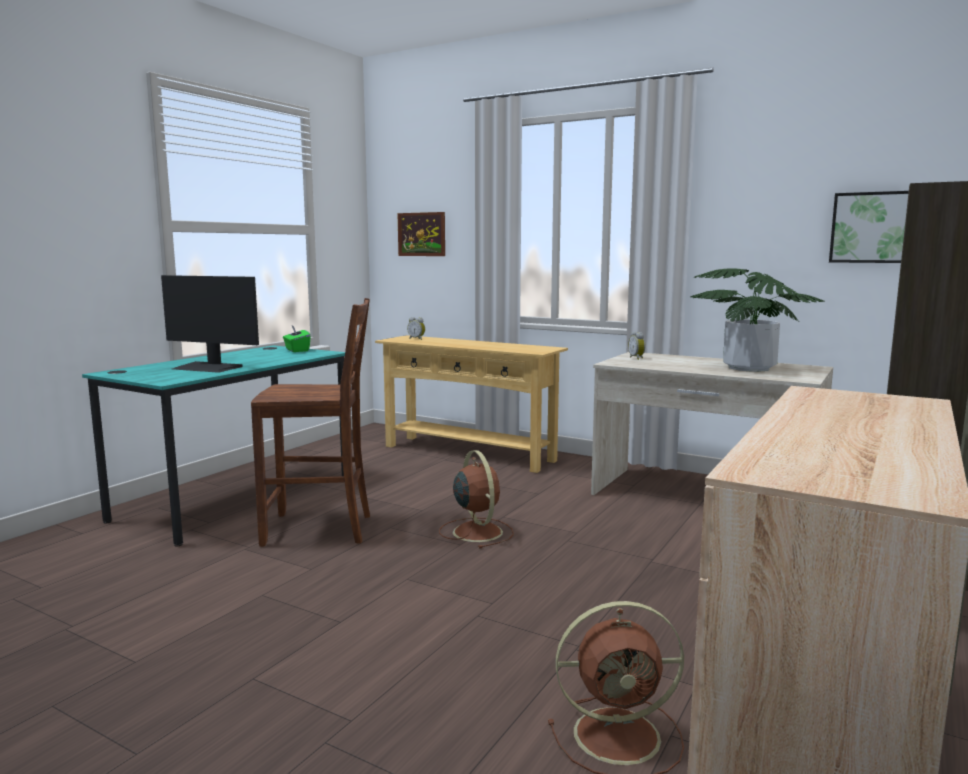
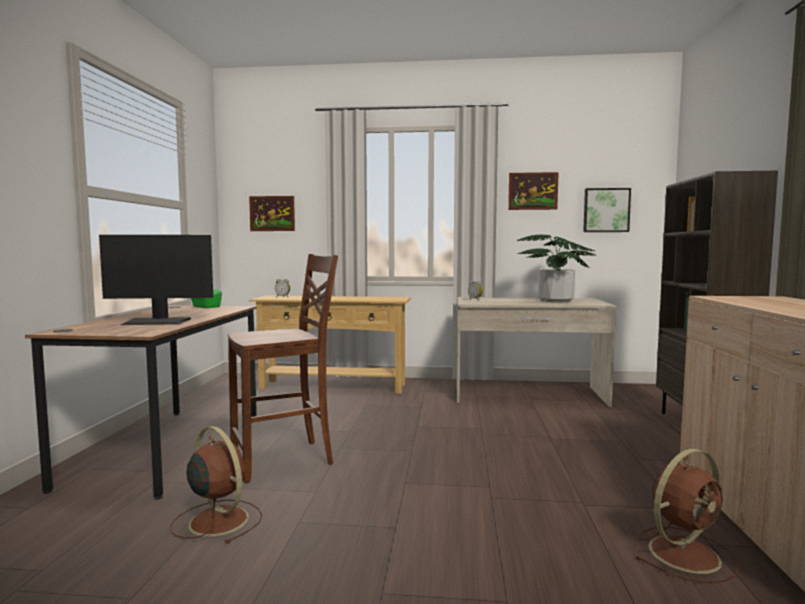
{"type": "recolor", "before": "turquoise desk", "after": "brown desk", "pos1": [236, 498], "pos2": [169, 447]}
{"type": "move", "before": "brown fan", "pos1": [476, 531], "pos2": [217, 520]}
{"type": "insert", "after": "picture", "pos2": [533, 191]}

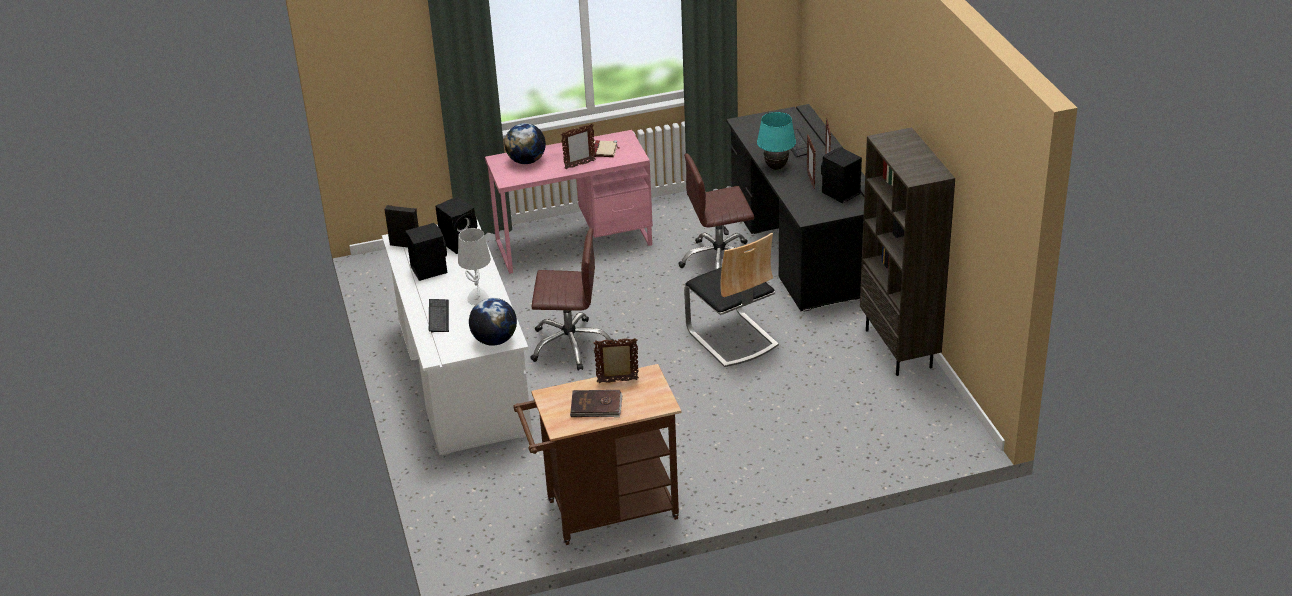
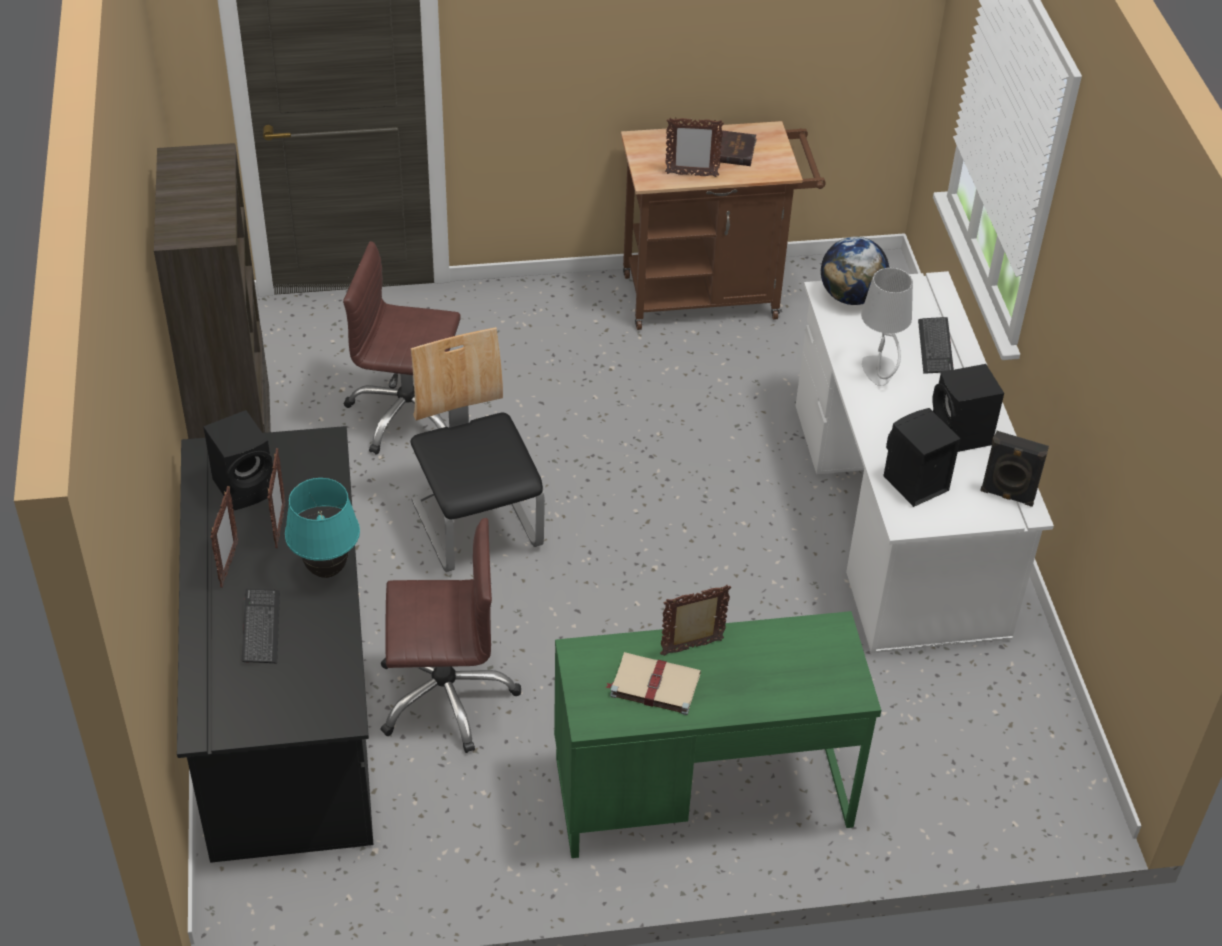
{"type": "move", "before": "brown office chair", "pos1": [570, 344], "pos2": [408, 414]}
{"type": "recolor", "before": "pink desk", "after": "green desk", "pos1": [574, 243], "pos2": [702, 791]}
{"type": "delete", "before": "globe", "pos1": [526, 161]}

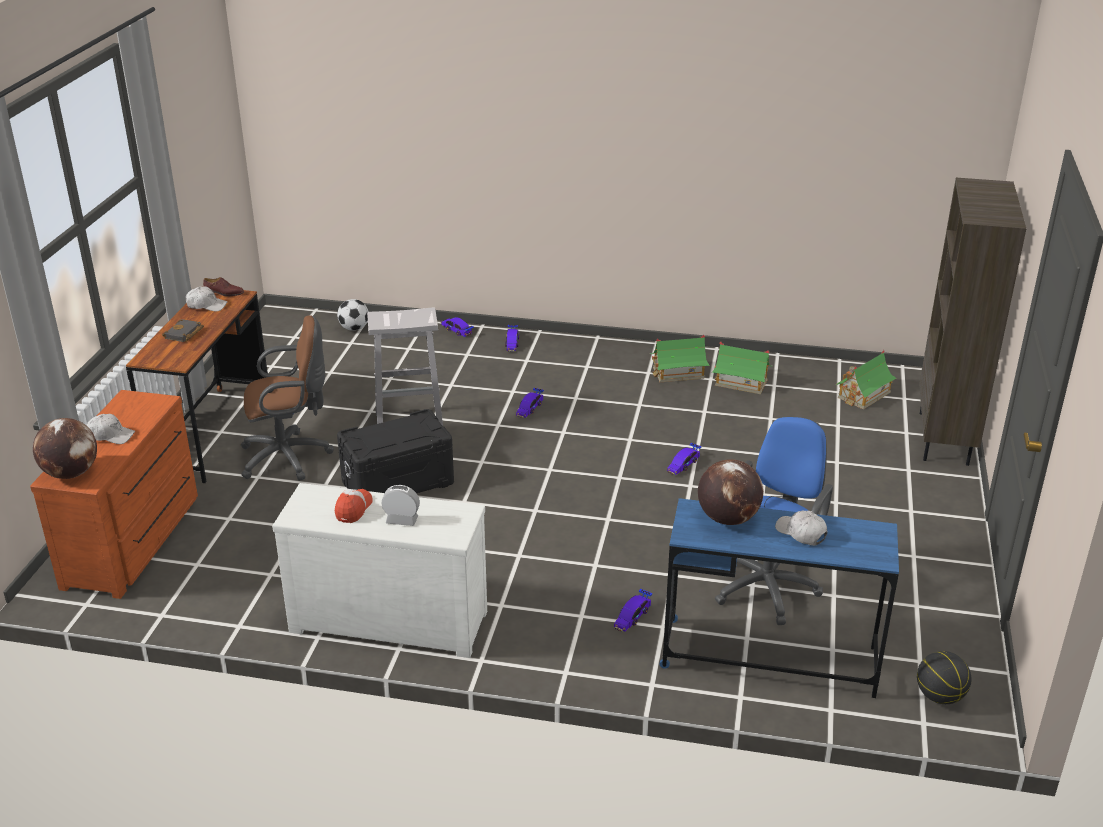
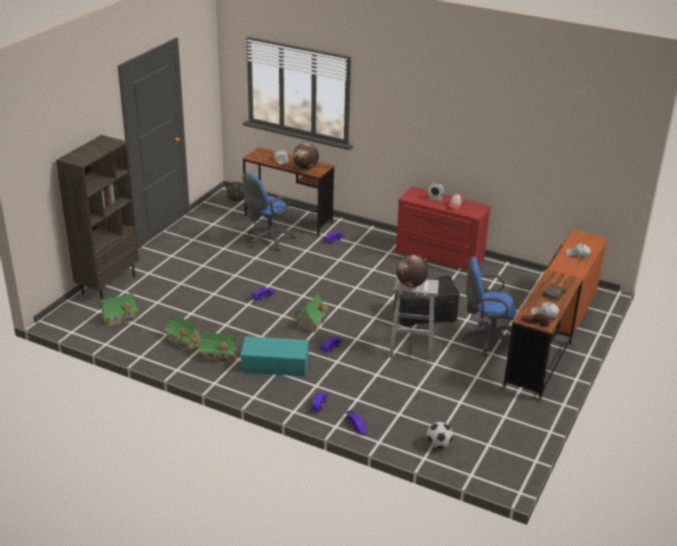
{"type": "insert", "after": "turquoise storage box", "pos2": [274, 365]}
{"type": "recolor", "before": "blue desk", "after": "brown desk", "pos1": [769, 657], "pos2": [288, 219]}
{"type": "insert", "after": "toy house", "pos2": [311, 321]}
{"type": "recolor", "before": "white dresser", "after": "red dresser", "pos1": [390, 618], "pos2": [439, 255]}
{"type": "move", "before": "globe", "pos1": [71, 473], "pos2": [411, 284]}
{"type": "recolor", "before": "brown office chair", "after": "blue office chair", "pos1": [290, 457], "pos2": [487, 340]}

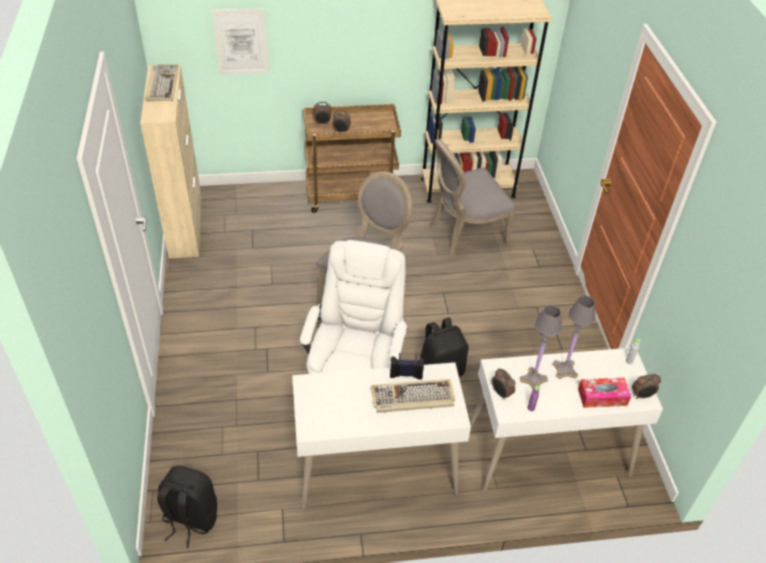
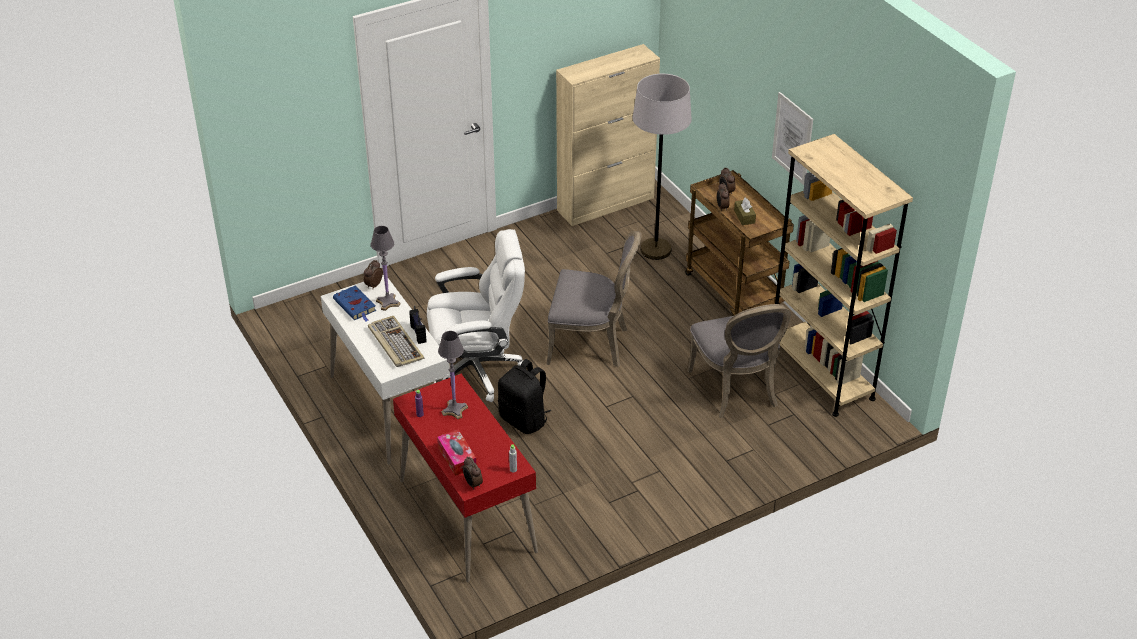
{"type": "insert", "after": "blue book", "pos2": [355, 306]}
{"type": "move", "before": "alarm clock", "pos1": [501, 393], "pos2": [373, 285]}
{"type": "move", "before": "grey table lamp", "pos1": [564, 369], "pos2": [388, 302]}
{"type": "recolor", "before": "white desk", "after": "red desk", "pos1": [548, 451], "pos2": [466, 516]}
{"type": "insert", "after": "grey floor lamp", "pos2": [656, 250]}
{"type": "rotate", "before": "grey chair", "pos1": [464, 234], "pos2": [737, 390], "turn": -150}
{"type": "insert", "after": "brown tissue box", "pos2": [744, 216]}
{"type": "move", "before": "picture", "pos1": [241, 41], "pos2": [792, 138]}
{"type": "delete", "before": "keyboard", "pos1": [162, 84]}
{"type": "delete", "before": "black backpack", "pos1": [190, 519]}

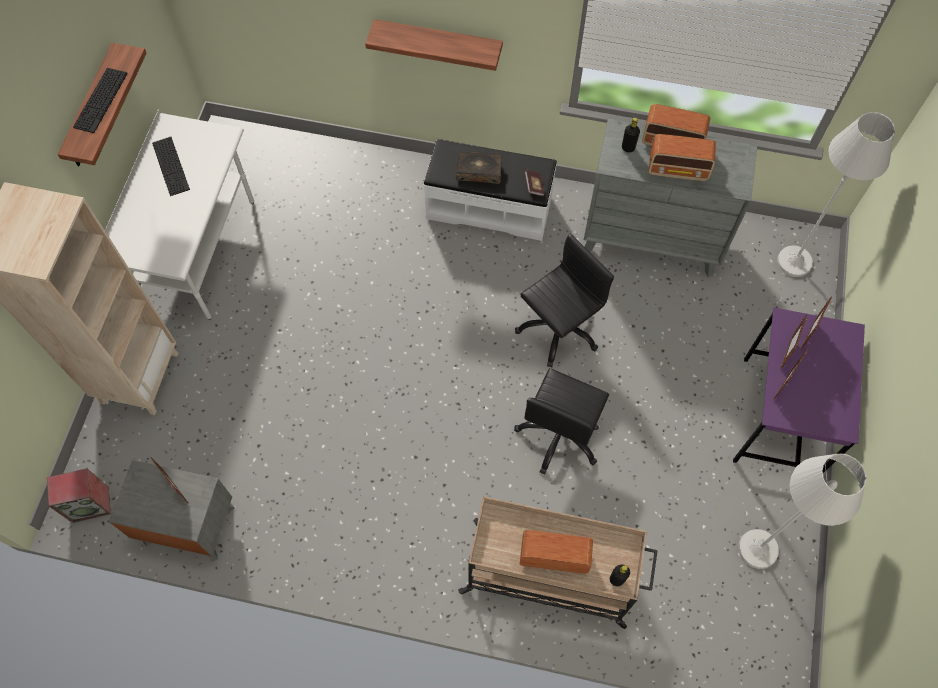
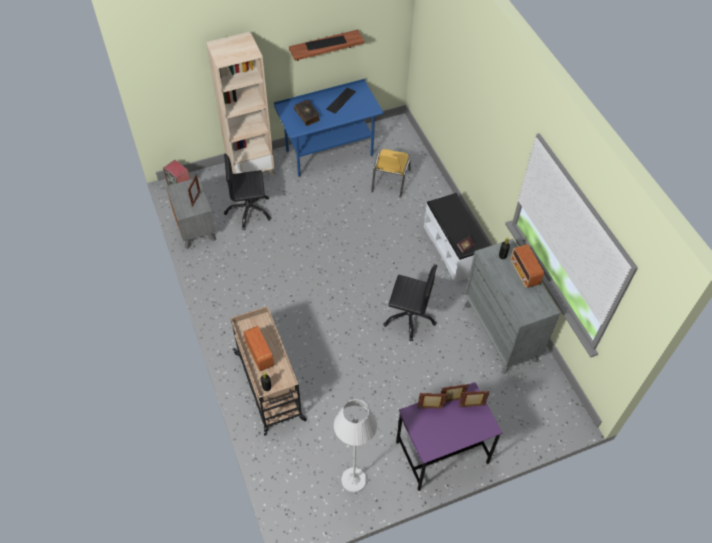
{"type": "move", "before": "black office chair", "pos1": [560, 435], "pos2": [249, 211]}
{"type": "recolor", "before": "white desk", "after": "blue desk", "pos1": [201, 253], "pos2": [329, 153]}
{"type": "move", "before": "book", "pos1": [479, 171], "pos2": [307, 115]}
{"type": "insert", "after": "yellow chair", "pos2": [390, 180]}
{"type": "delete", "before": "shelf", "pos1": [438, 42]}
{"type": "delete", "before": "radio", "pos1": [678, 170]}
{"type": "delete", "before": "white floor lamp", "pos1": [794, 262]}

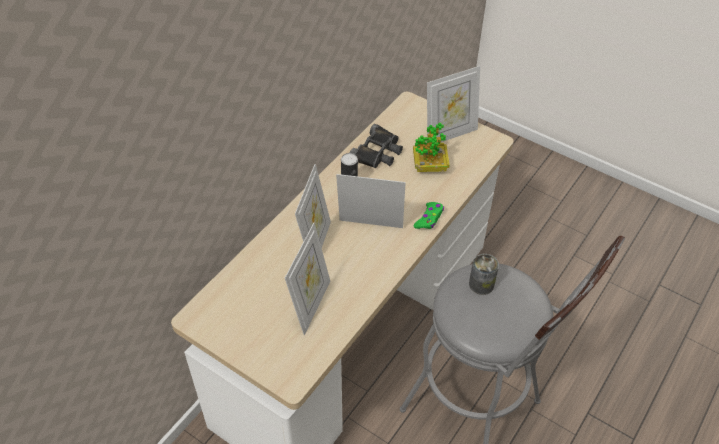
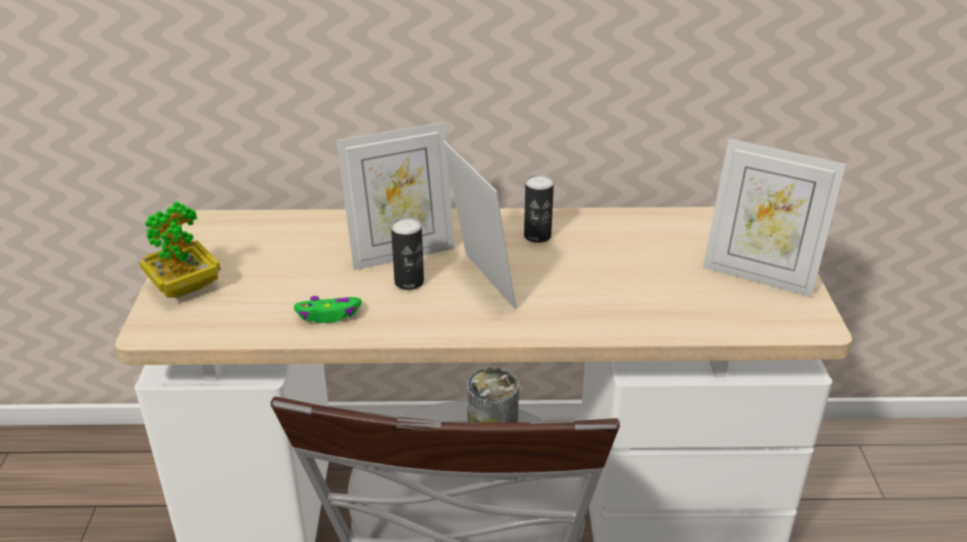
{"type": "move", "before": "potted plant", "pos1": [429, 166], "pos2": [184, 287]}
{"type": "move", "before": "green game controller", "pos1": [429, 219], "pos2": [328, 315]}
{"type": "insert", "after": "can", "pos2": [409, 282]}
{"type": "delete", "before": "picture frame", "pos1": [310, 305]}
{"type": "delete", "before": "black binoculars", "pos1": [378, 152]}

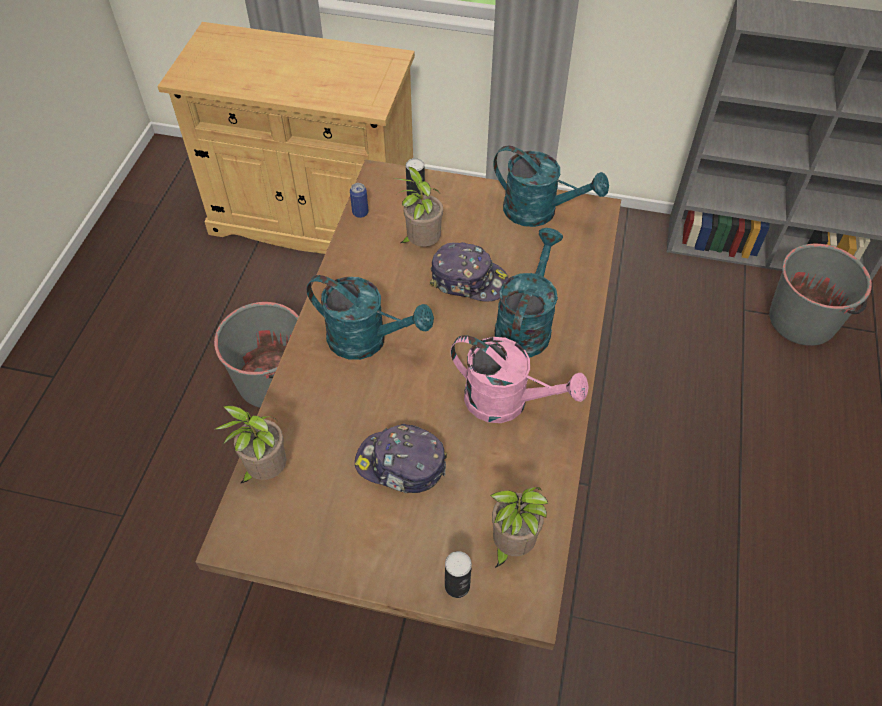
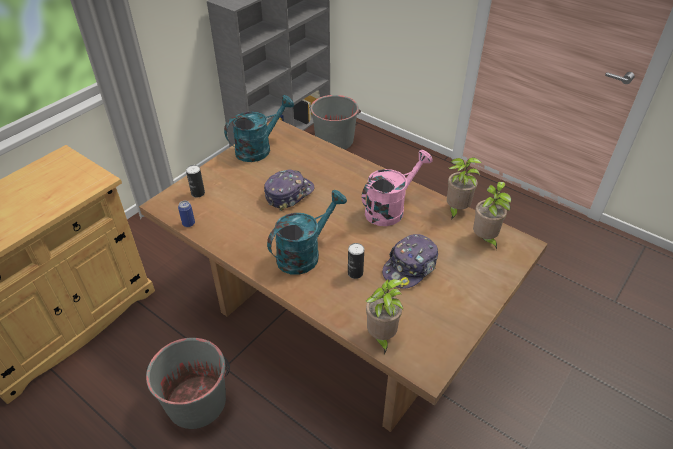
{"type": "move", "before": "can", "pos1": [457, 586], "pos2": [355, 273]}
{"type": "move", "before": "potted plant", "pos1": [421, 244], "pos2": [456, 210]}
{"type": "delete", "before": "turquoise watering can", "pos1": [525, 324]}

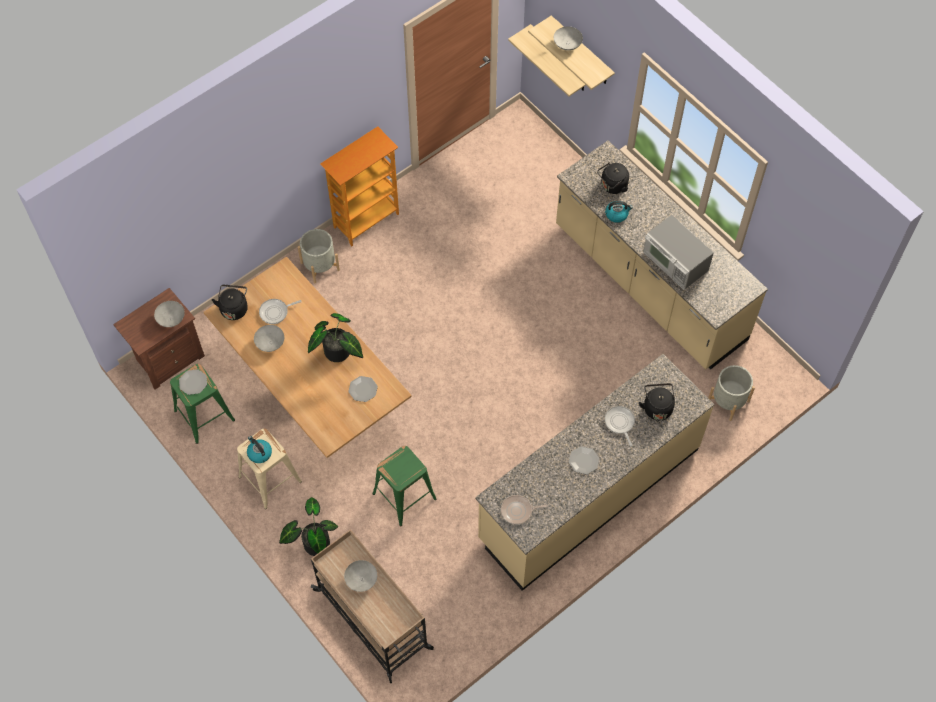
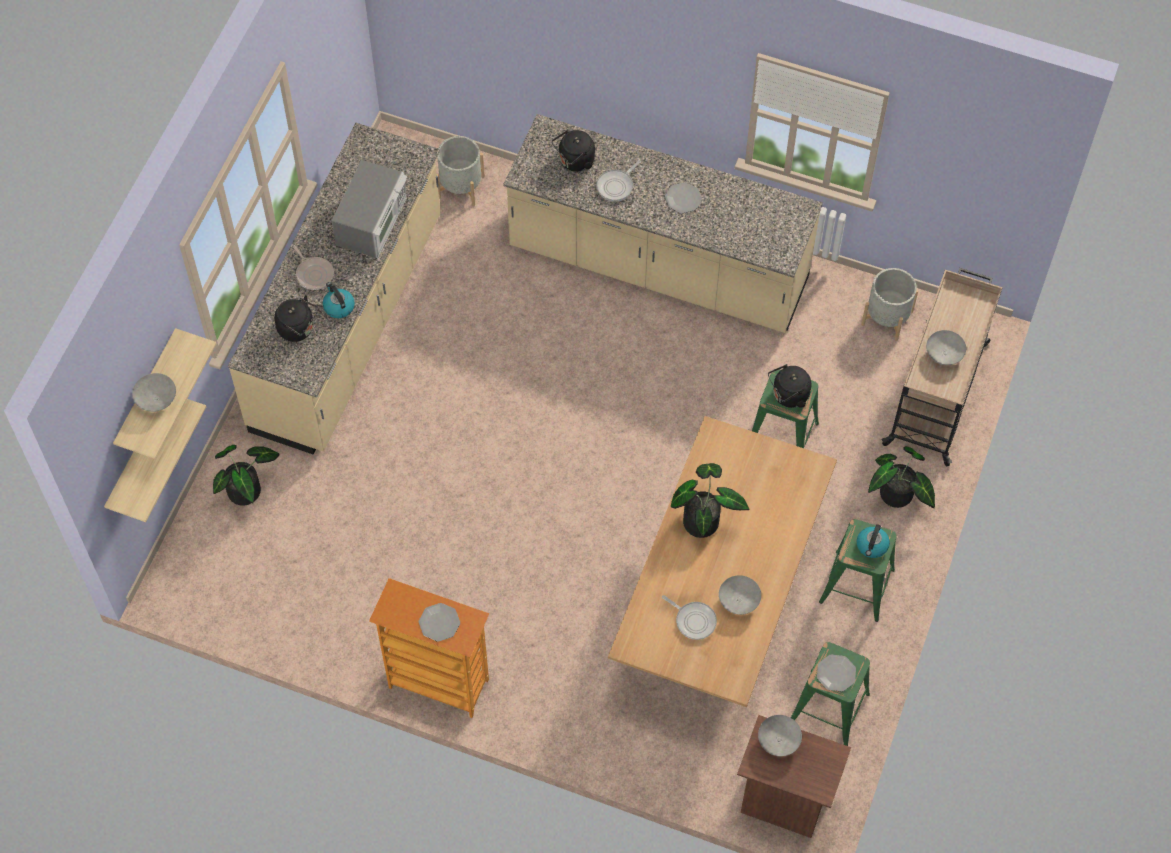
{"type": "insert", "after": "potted plant", "pos2": [248, 491]}
{"type": "move", "before": "frying pan", "pos1": [518, 511], "pos2": [314, 274]}
{"type": "move", "before": "plate", "pos1": [363, 389], "pos2": [439, 623]}
{"type": "move", "before": "black kettle", "pos1": [234, 308], "pos2": [788, 396]}
{"type": "recolor", "before": "beige stool", "after": "green stool", "pos1": [269, 479], "pos2": [857, 586]}
{"type": "move", "before": "grey planter", "pos1": [320, 266], "pos2": [887, 318]}

